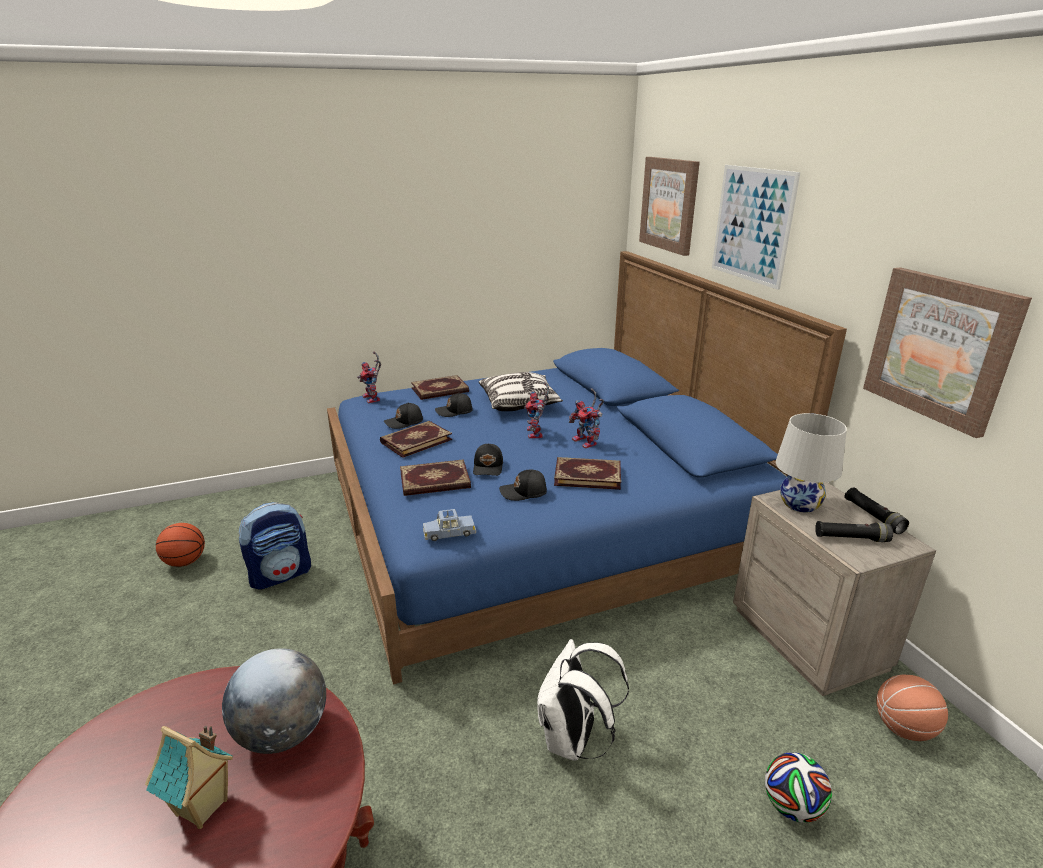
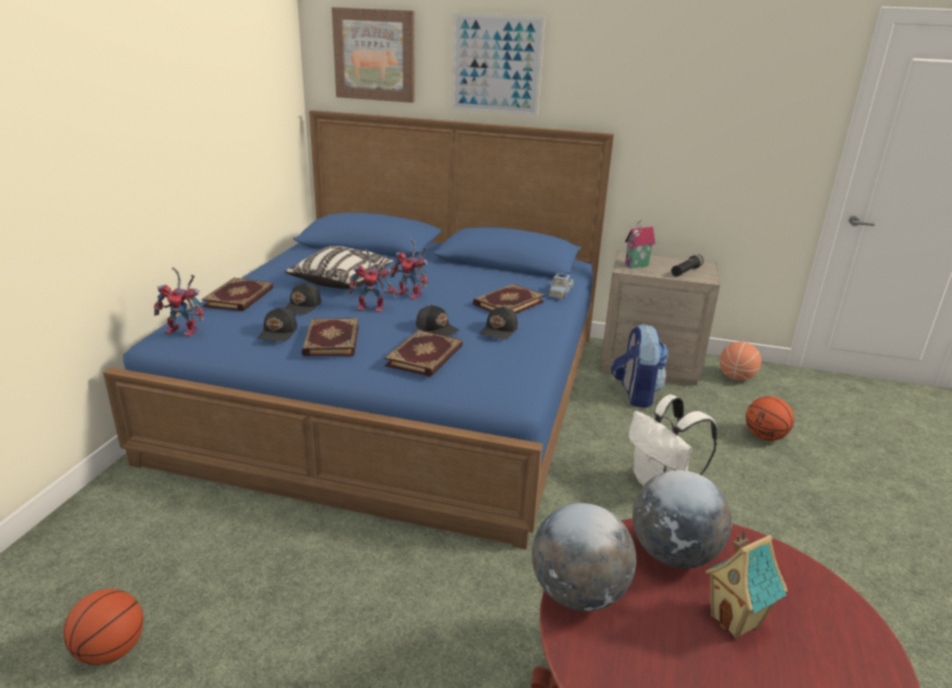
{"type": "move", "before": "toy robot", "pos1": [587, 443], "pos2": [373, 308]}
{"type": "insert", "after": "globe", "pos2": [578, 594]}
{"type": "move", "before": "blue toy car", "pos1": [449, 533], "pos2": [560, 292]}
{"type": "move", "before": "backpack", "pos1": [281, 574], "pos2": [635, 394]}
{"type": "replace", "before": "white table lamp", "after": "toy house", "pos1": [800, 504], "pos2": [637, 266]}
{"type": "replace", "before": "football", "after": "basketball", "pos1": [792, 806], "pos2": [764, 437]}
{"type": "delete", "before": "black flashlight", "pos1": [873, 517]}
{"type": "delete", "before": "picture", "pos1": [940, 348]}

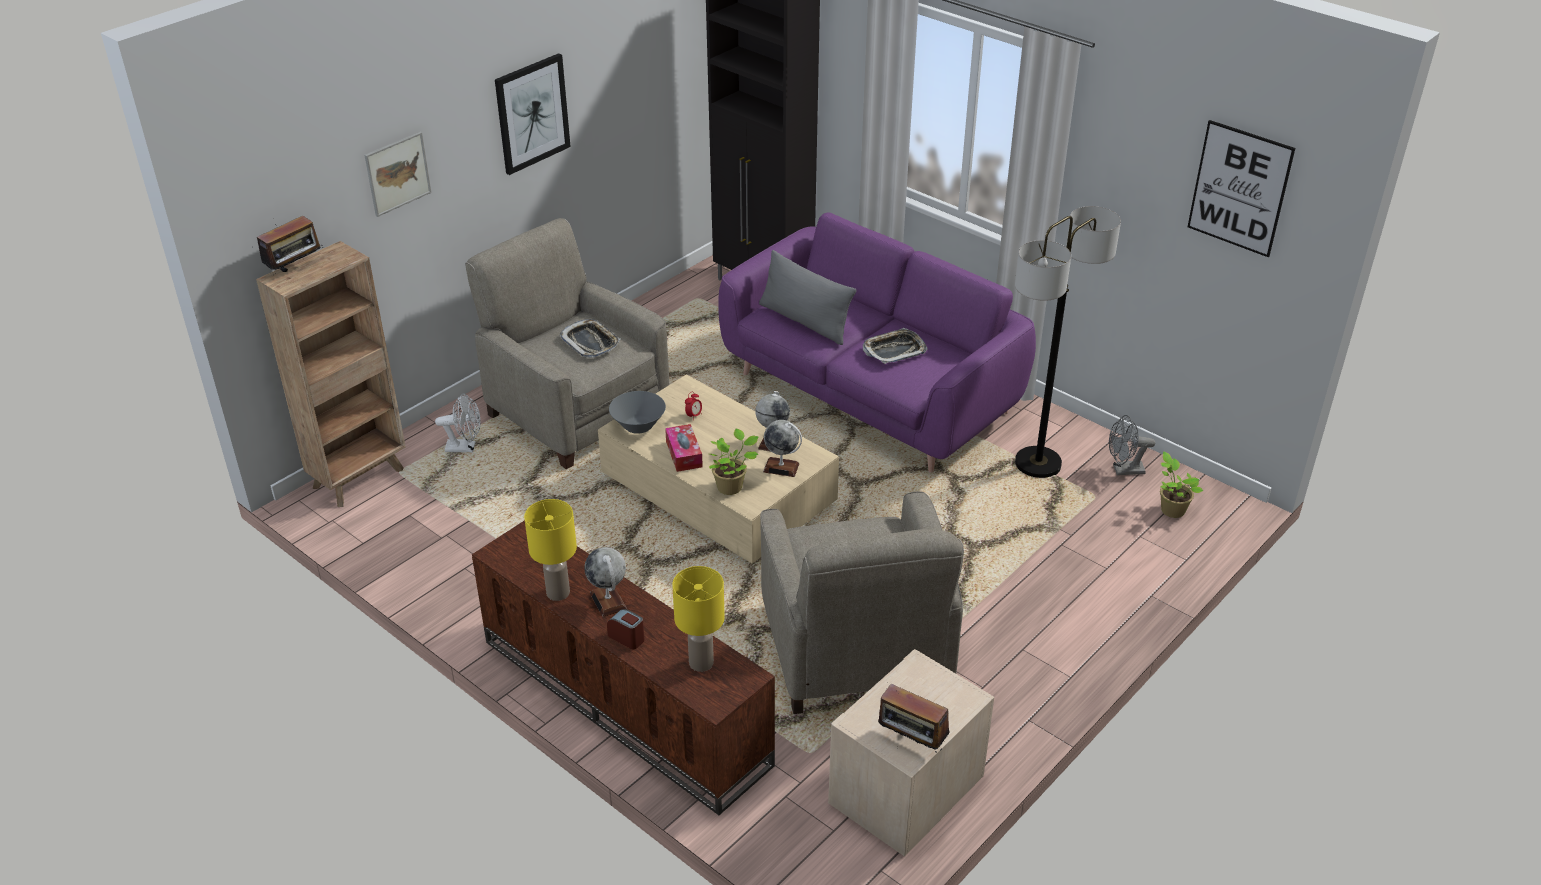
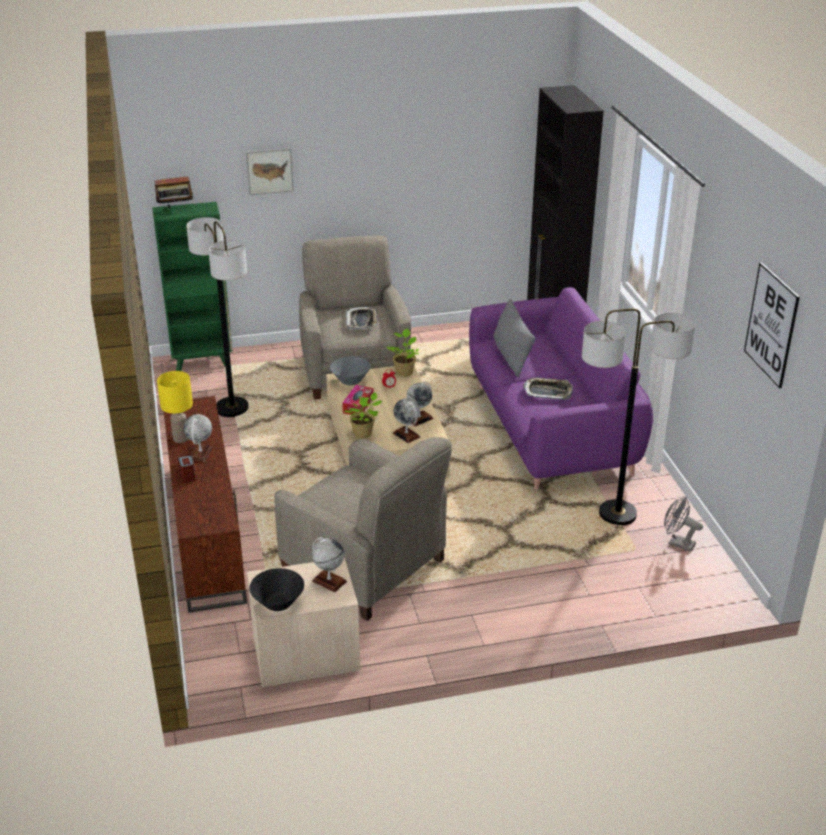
{"type": "recolor", "before": "brown bookcase", "after": "green bookcase", "pos1": [360, 478], "pos2": [203, 362]}
{"type": "insert", "after": "floor lamp", "pos2": [232, 408]}
{"type": "replace", "before": "radio", "after": "black bowl", "pos1": [911, 742], "pos2": [278, 603]}
{"type": "rotate", "before": "beige armchair", "pos1": [856, 651], "pos2": [365, 567], "turn": -75}
{"type": "insert", "after": "globe", "pos2": [329, 581]}
{"type": "move", "before": "potted plant", "pos1": [1171, 509], "pos2": [404, 371]}
{"type": "delete", "before": "white fan", "pos1": [465, 447]}
{"type": "delete", "before": "picture", "pos1": [532, 113]}
{"type": "delete", "before": "yellow table lamp", "pos1": [701, 662]}

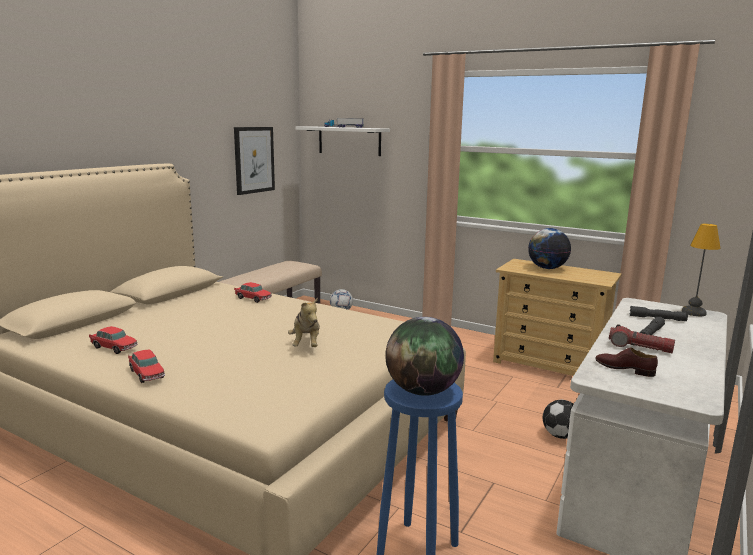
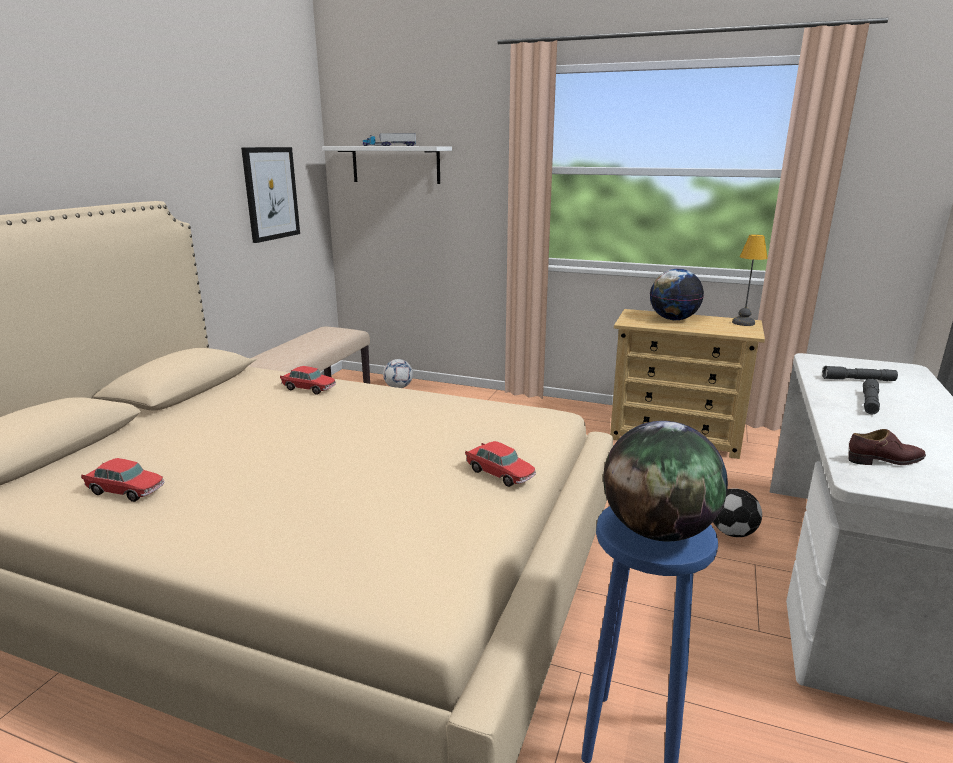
{"type": "move", "before": "toy car", "pos1": [147, 374], "pos2": [500, 474]}
{"type": "move", "before": "table lamp", "pos1": [693, 312], "pos2": [743, 323]}
{"type": "rotate", "before": "brown shoe", "pos1": [624, 369], "pos2": [885, 460], "turn": 150}
{"type": "delete", "before": "plush toy", "pos1": [306, 344]}
{"type": "delete", "before": "flashlight", "pos1": [639, 348]}

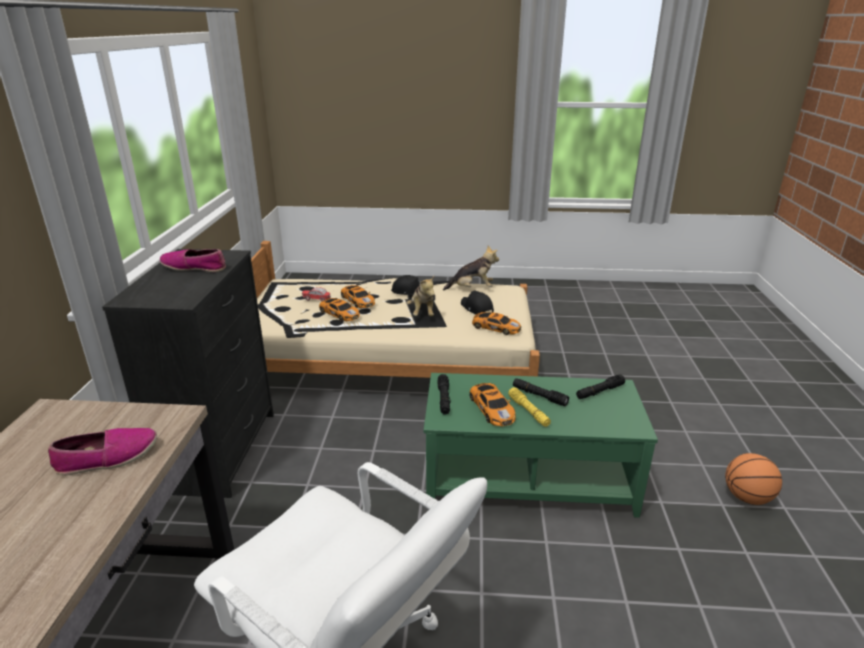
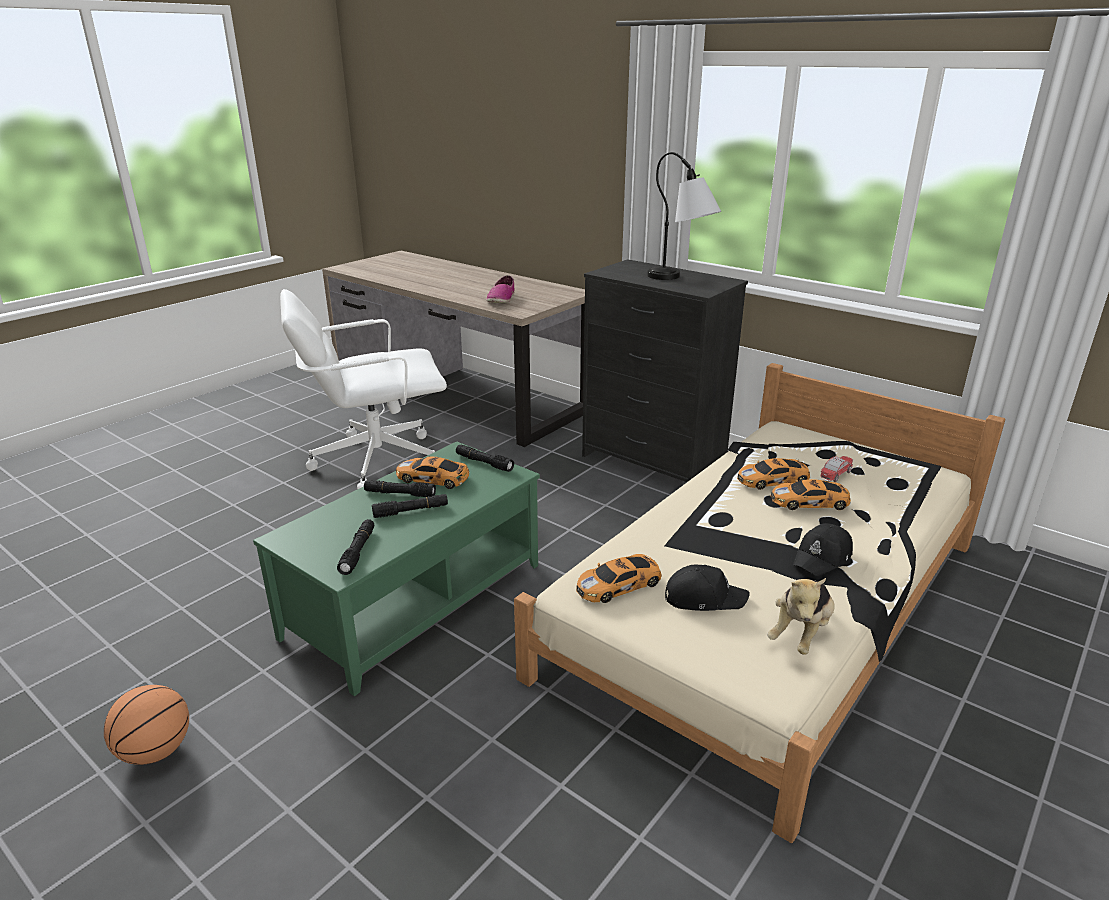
{"type": "recolor", "before": "yellow flashlight", "after": "black flashlight", "pos1": [528, 411], "pos2": [400, 494]}
{"type": "replace", "before": "shoe", "after": "table lamp", "pos1": [194, 267], "pos2": [680, 280]}
{"type": "delete", "before": "plush toy", "pos1": [422, 313]}

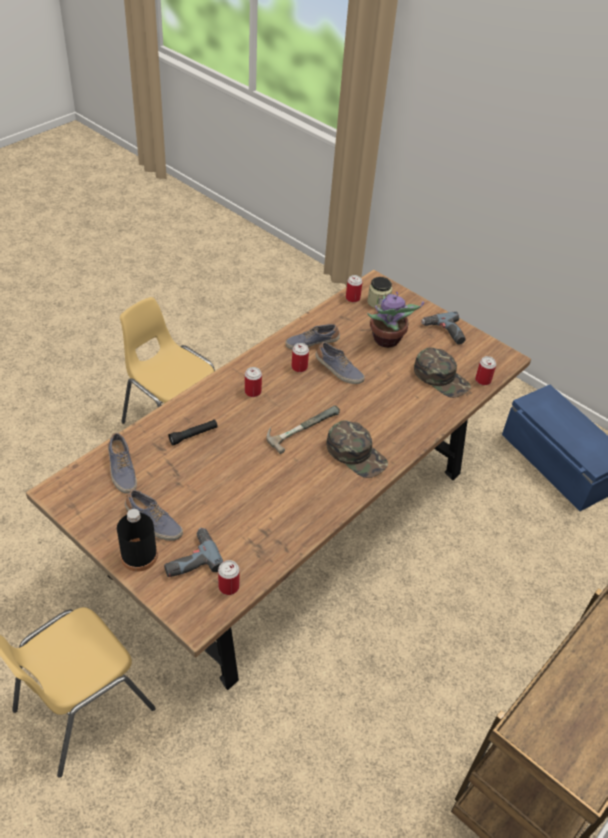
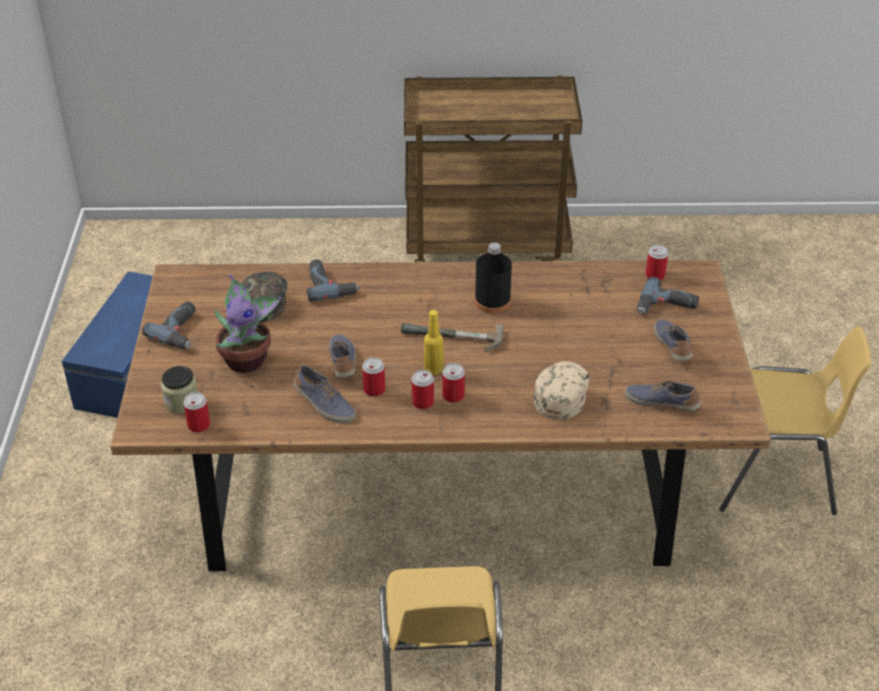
{"type": "insert", "after": "power drill", "pos2": [330, 285]}
{"type": "move", "before": "can", "pos1": [483, 380], "pos2": [423, 402]}
{"type": "insert", "after": "yellow bottle", "pos2": [433, 369]}
{"type": "move", "before": "black bottle", "pos1": [139, 556], "pos2": [492, 302]}
{"type": "replace", "before": "black flashlight", "after": "beige cap", "pos1": [193, 435], "pos2": [561, 392]}
{"type": "rotate", "before": "shoe", "pos1": [121, 470], "pos2": [661, 403], "turn": -90}
{"type": "delete", "before": "green cap", "pos1": [356, 454]}

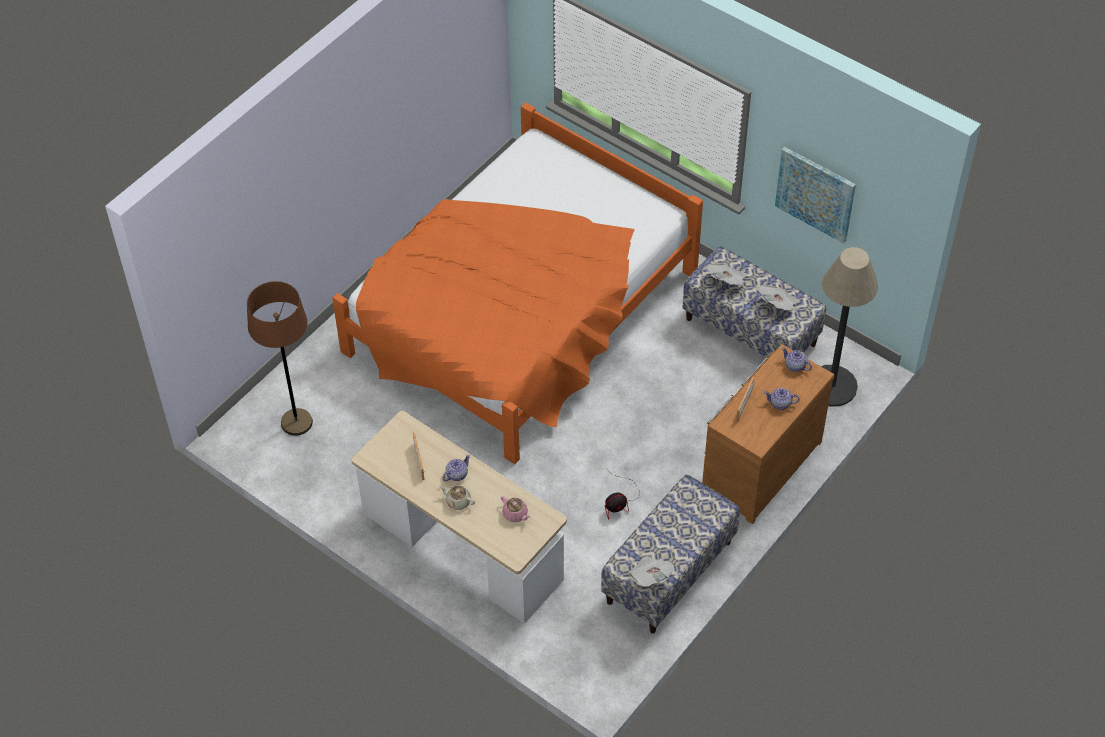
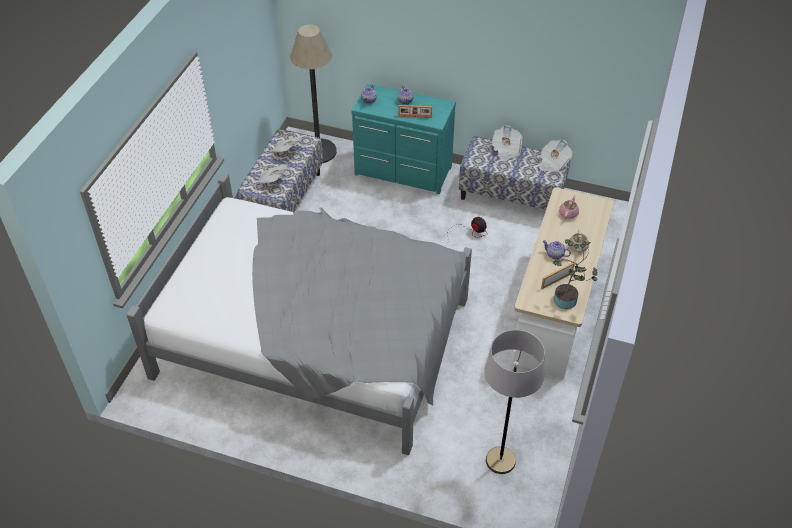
{"type": "recolor", "before": "orange bed", "after": "grey bed", "pos1": [521, 314], "pos2": [315, 337]}
{"type": "recolor", "before": "brown dresser", "after": "turquoise dresser", "pos1": [758, 466], "pos2": [403, 172]}
{"type": "recolor", "before": "brown floor lamp", "after": "grey floor lamp", "pos1": [296, 423], "pos2": [500, 461]}
{"type": "insert", "after": "newspaper", "pos2": [506, 150]}
{"type": "insert", "after": "potted plant", "pos2": [568, 301]}
{"type": "delete", "before": "picture", "pos1": [815, 193]}

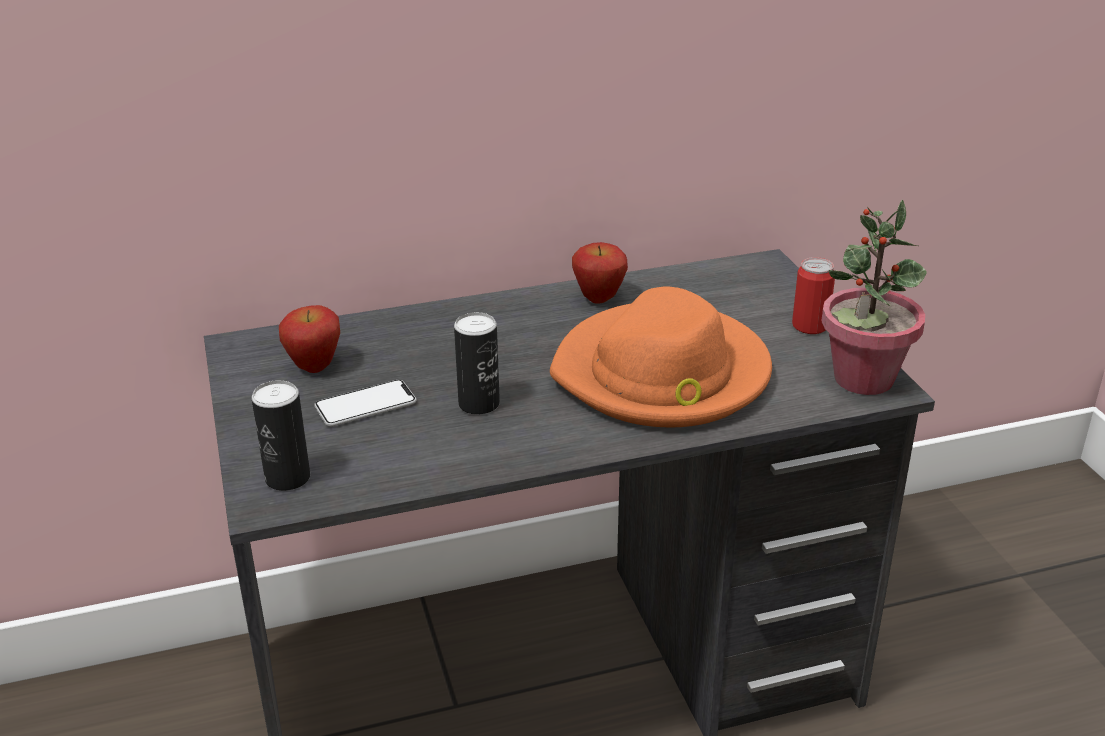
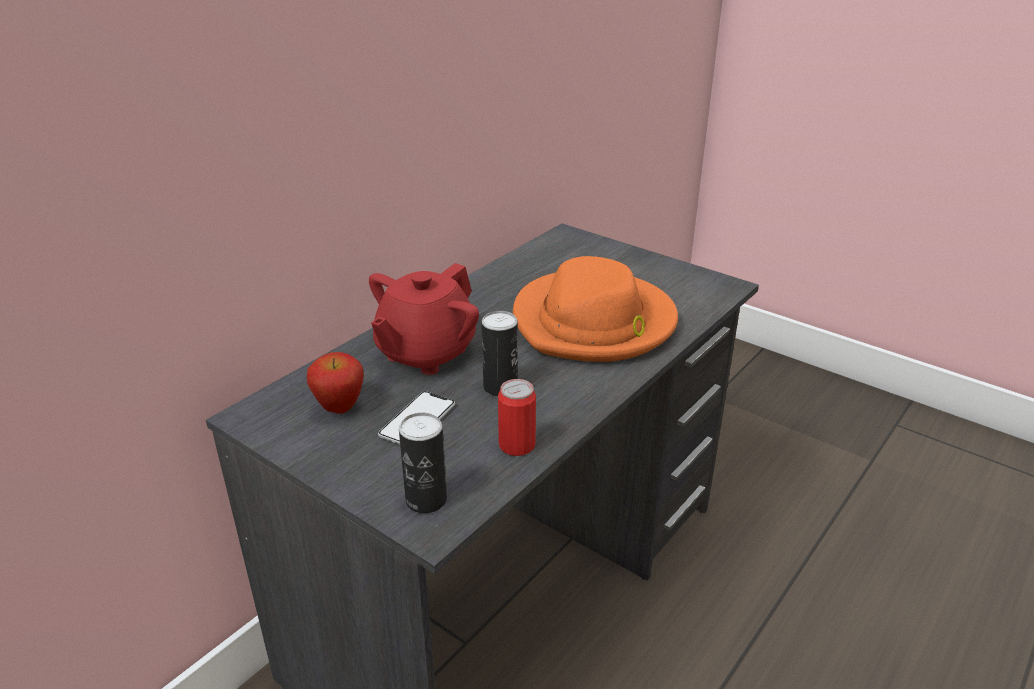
{"type": "insert", "after": "red teapot", "pos2": [425, 353]}
{"type": "move", "before": "can", "pos1": [810, 326], "pos2": [517, 445]}
{"type": "delete", "before": "apple", "pos1": [599, 299]}
{"type": "delete", "before": "potted plant", "pos1": [863, 379]}

